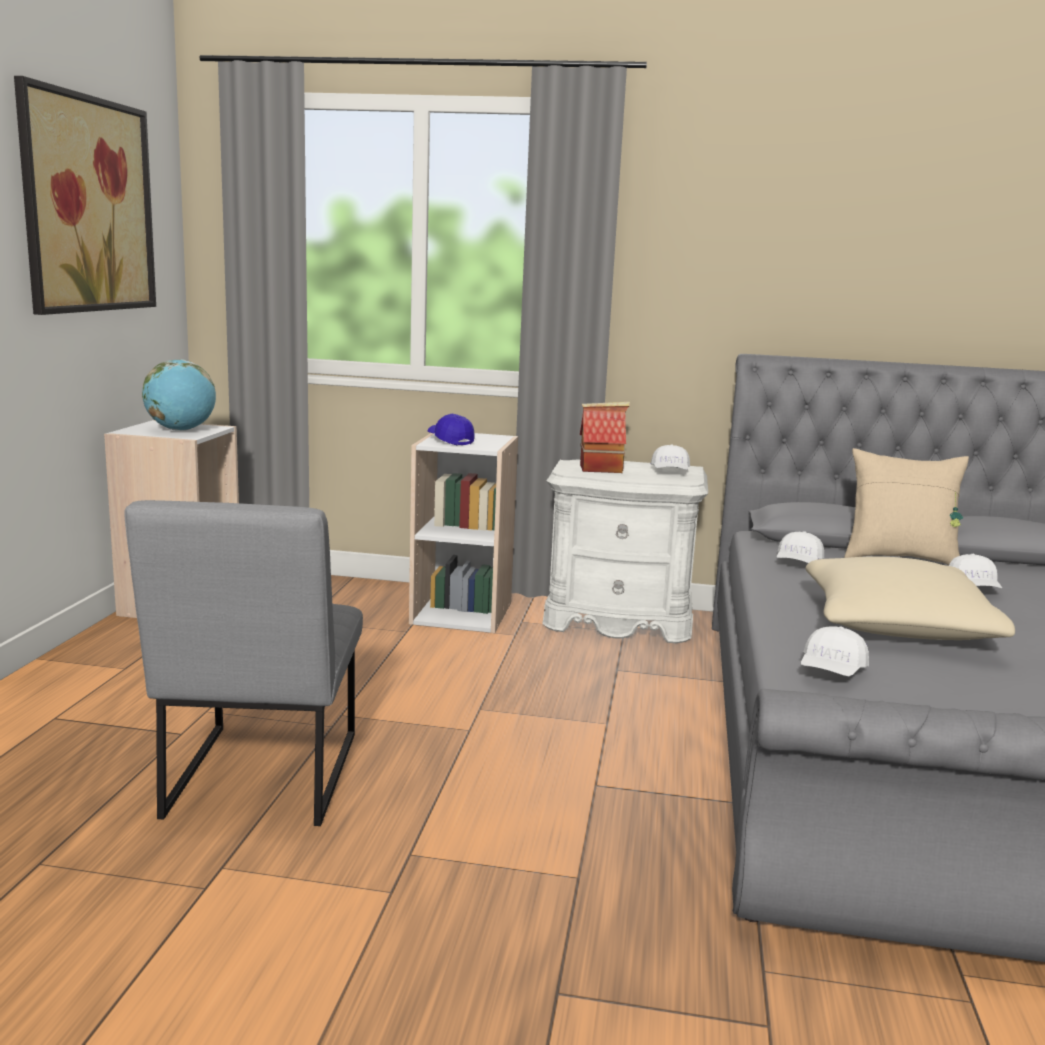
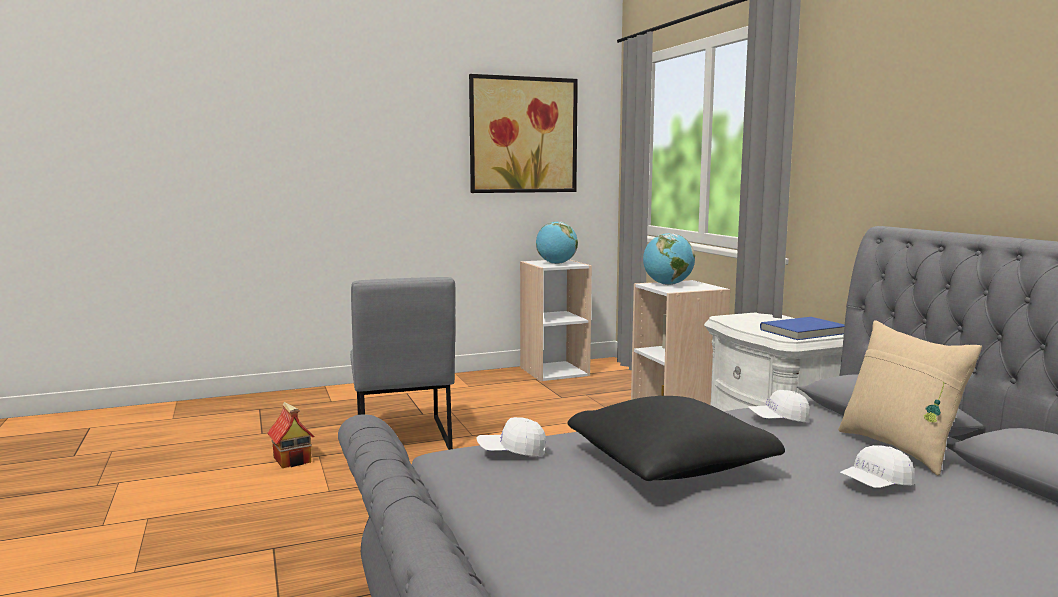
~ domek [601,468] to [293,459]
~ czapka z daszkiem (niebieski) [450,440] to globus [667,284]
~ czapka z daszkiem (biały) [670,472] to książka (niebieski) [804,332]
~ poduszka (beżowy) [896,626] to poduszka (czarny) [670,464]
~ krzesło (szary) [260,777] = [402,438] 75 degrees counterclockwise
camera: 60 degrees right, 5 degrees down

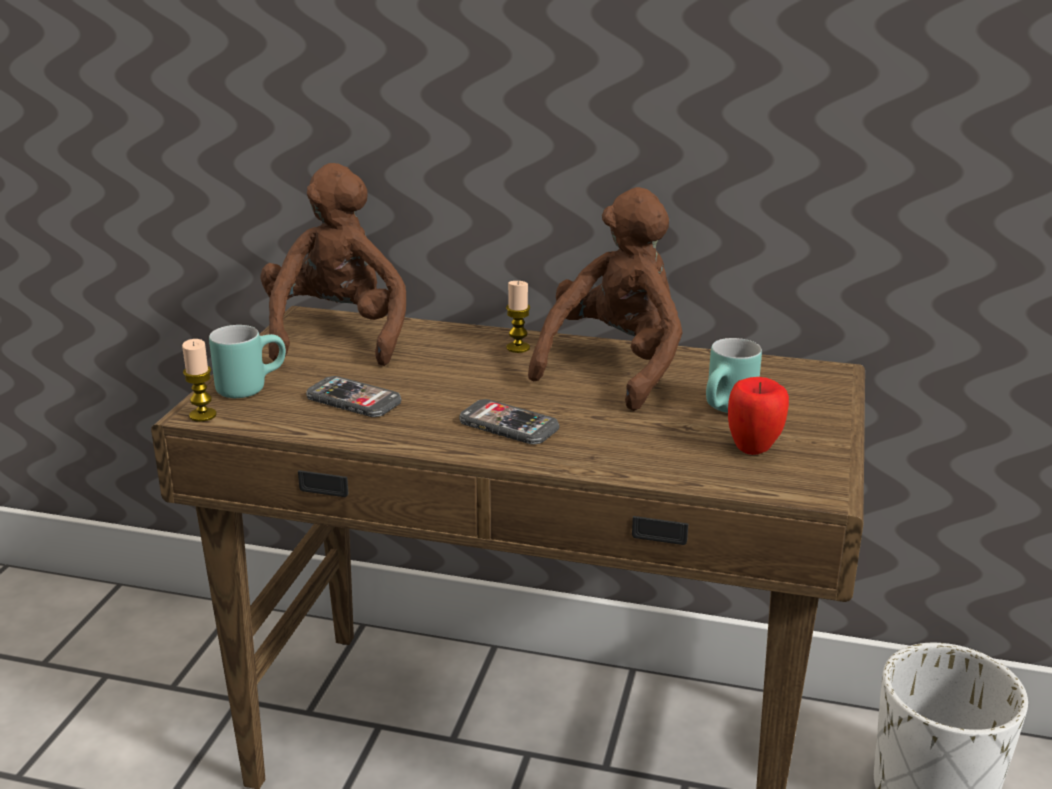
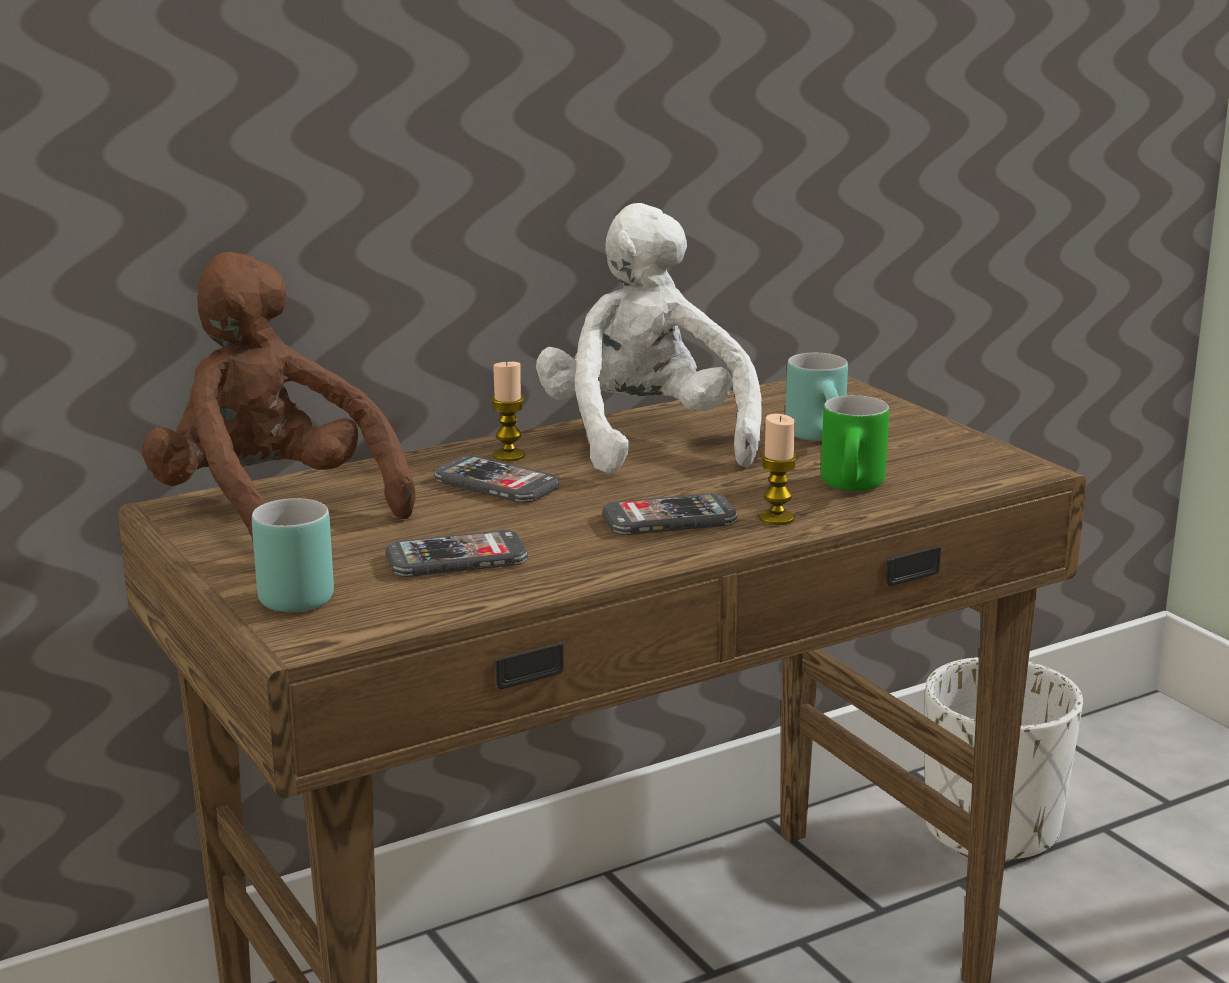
- jabłko [754,448]
+ telefon [496,484]
+ kubek (zielony) [856,488]
~ świeca [203,415] to [776,518]
~ pluszak (brązowy) [615,367] to pluszak (biały) [645,440]
camera: 45 degrees left, 5 degrees down

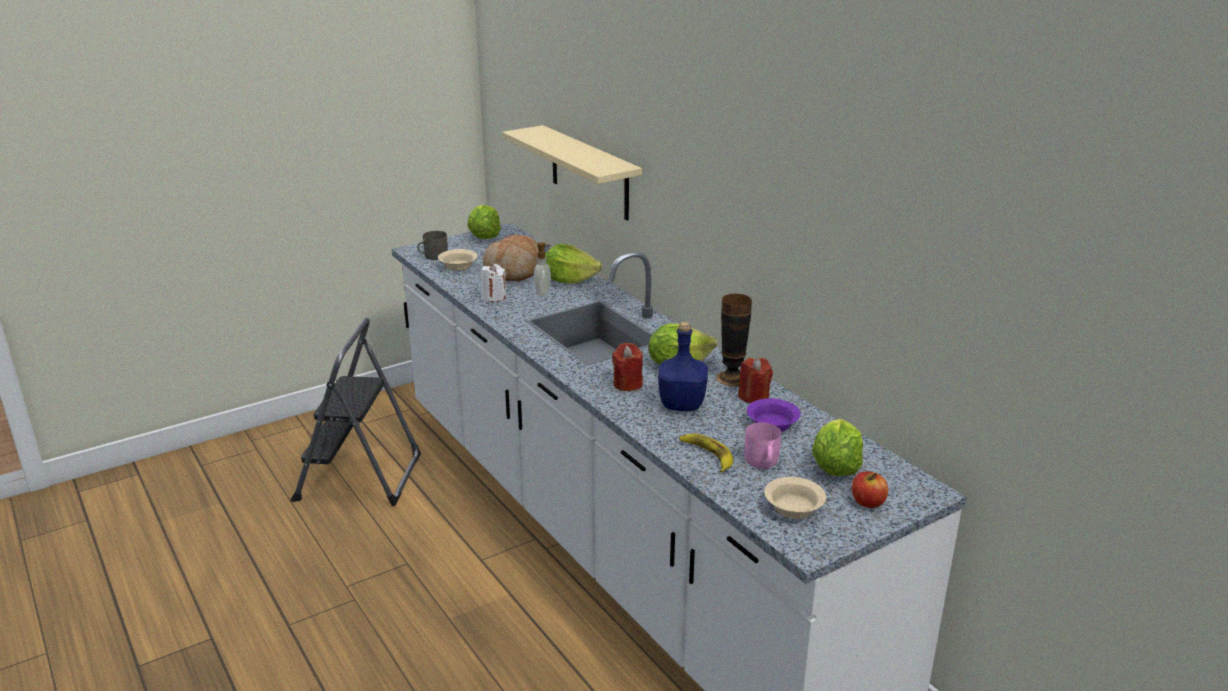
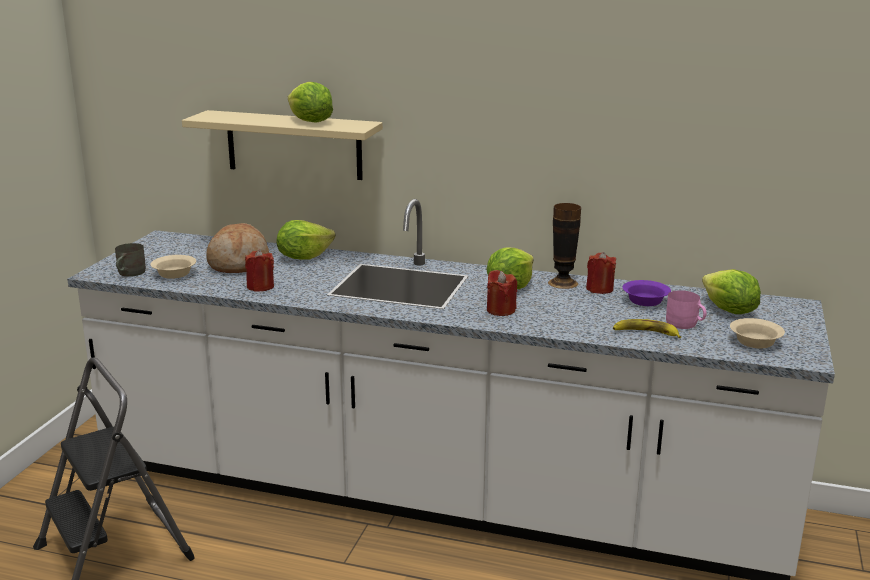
- dozownik mydła [543,293]
- butelka (niebieski) [680,405]
- jabłko [867,502]
~ sałata [485,237] to [310,122]
~ świeca (biały) [493,297] to świeca (czerwony) [260,287]
camera: 40 degrees left, 5 degrees down

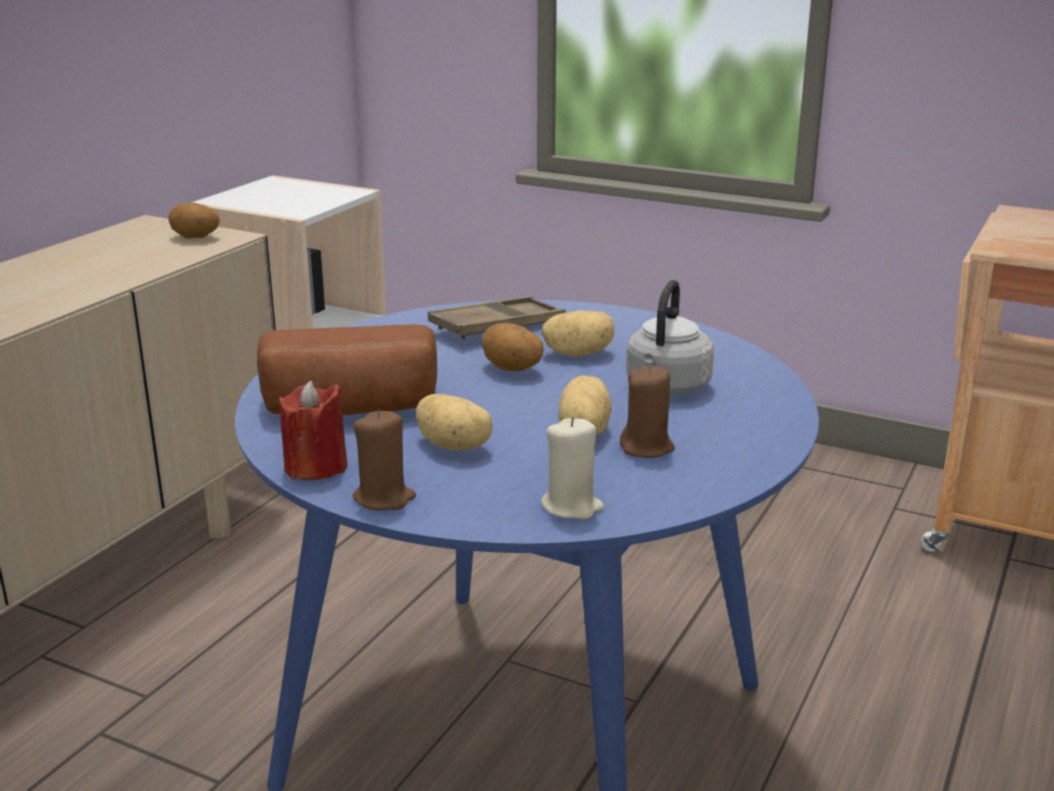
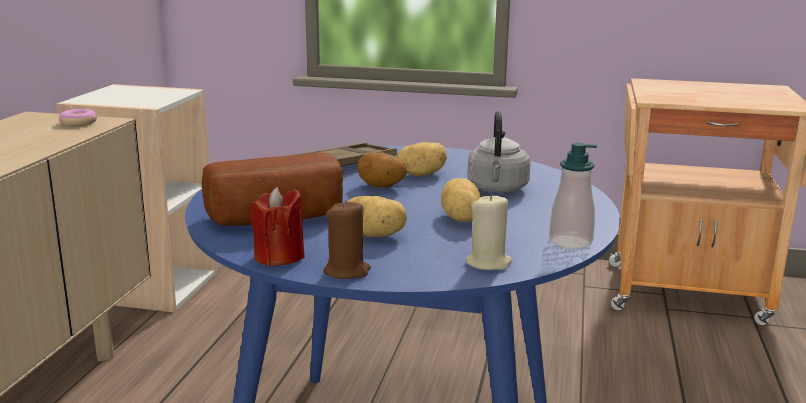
- świeca (brązowy) [647,447]
+ dozownik mydła [570,242]
~ ziemniak [195,238] to donut [78,123]
camera: 15 degrees left, 5 degrees down

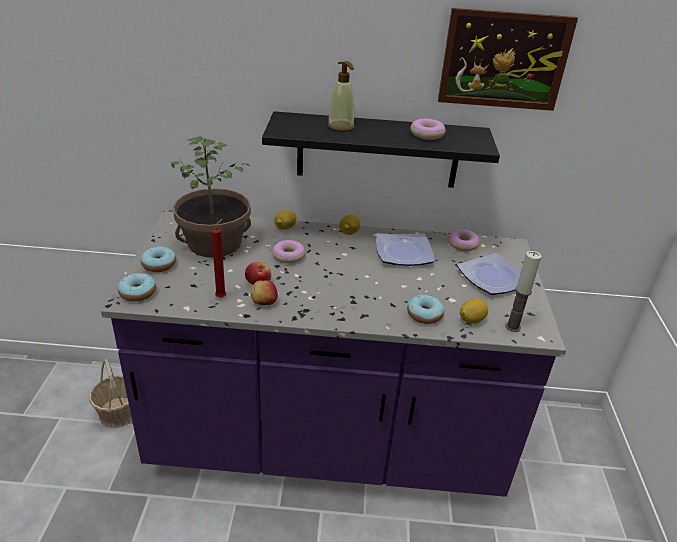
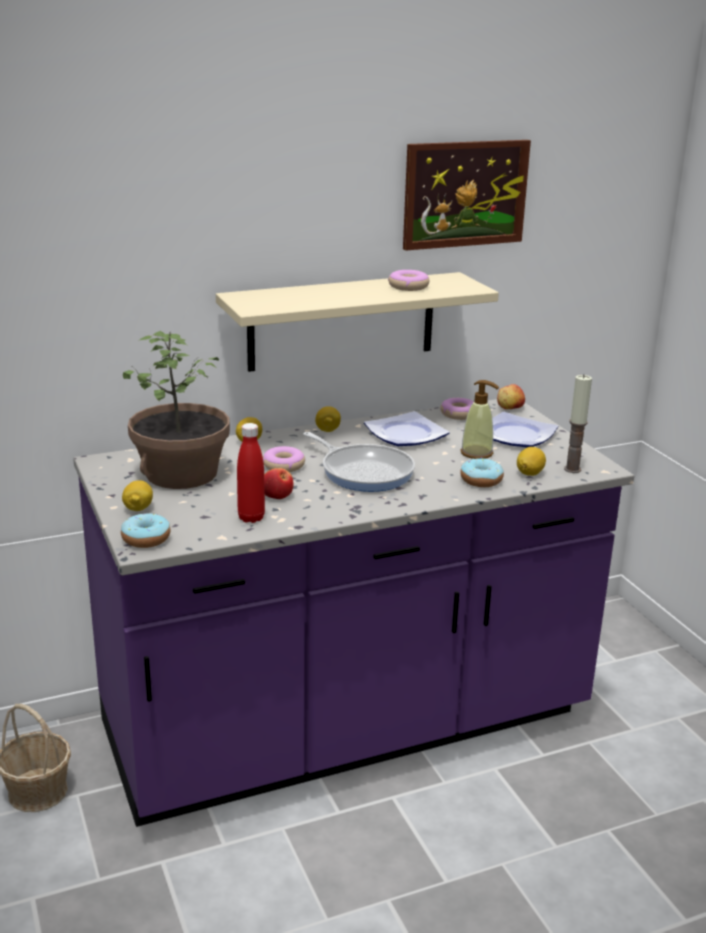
+ patelnia [364,472]
~ jabłko [264,302] to [510,408]
~ dozownik mydła [341,127] to [477,453]
~ donut [159,265] to cytryna [138,508]
~ świeca (czerwony) [222,296] to butelka (czerwony) [251,518]
~ półka (czarny) [378,150] to półka (beżowy) [342,321]
camera: 25 degrees left, 10 degrees down

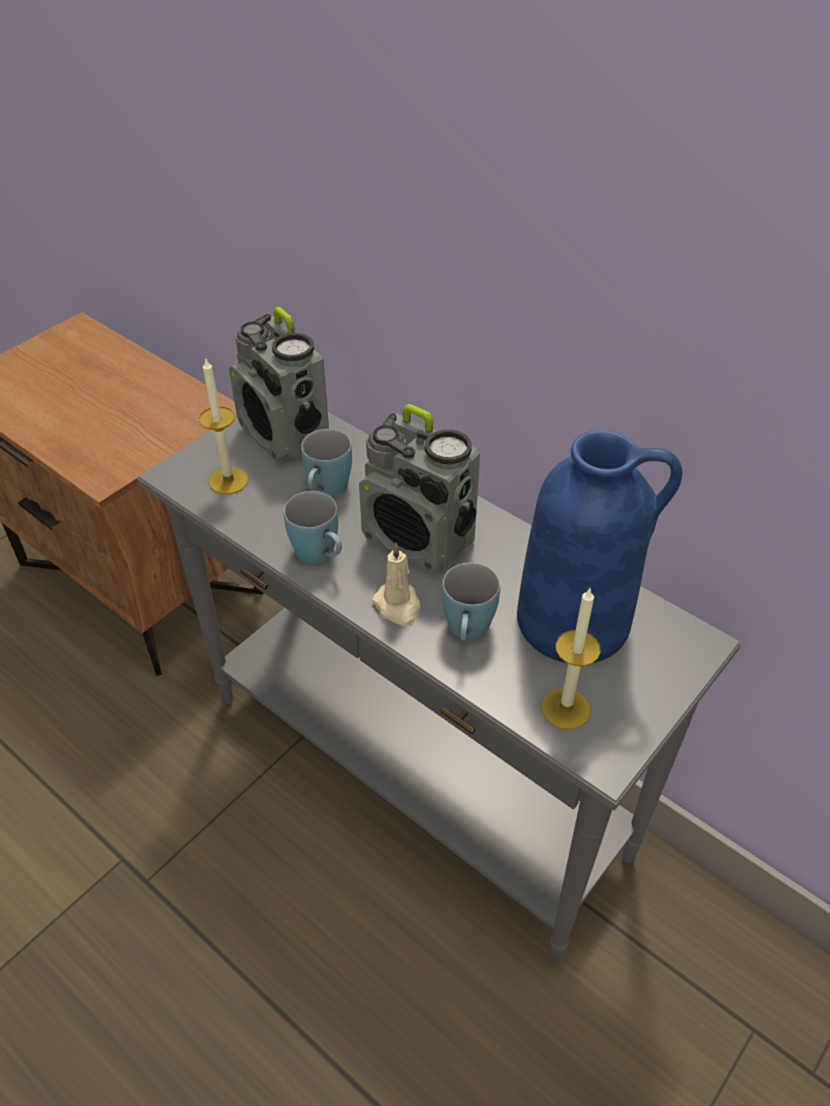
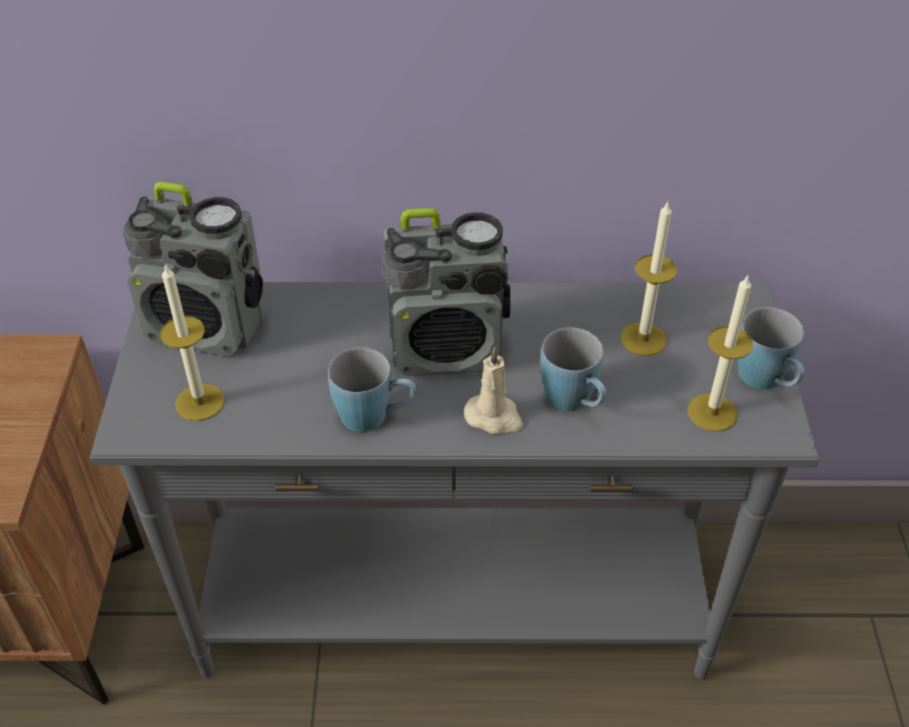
~ kubek (niebieski) [326,491] to [767,381]
~ wazon (niebieski) [575,620] to świeca [643,339]
camera: 40 degrees left, 0 degrees up

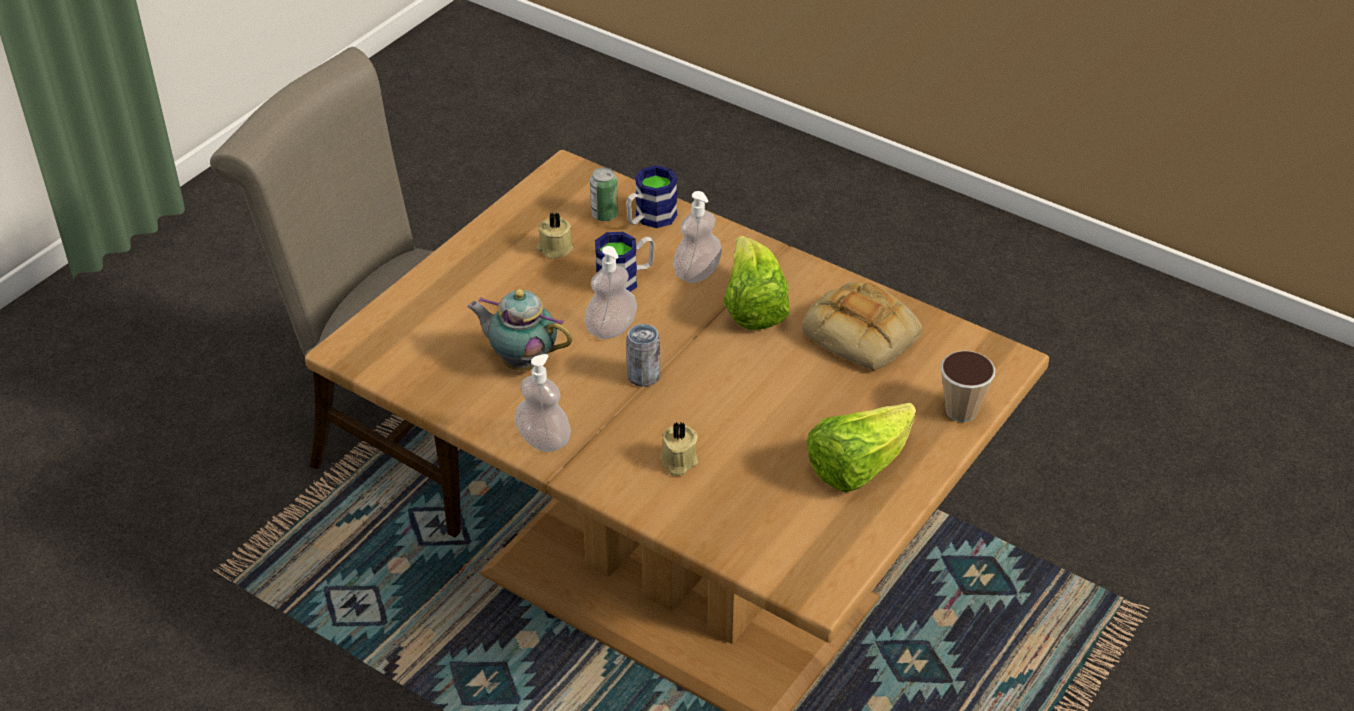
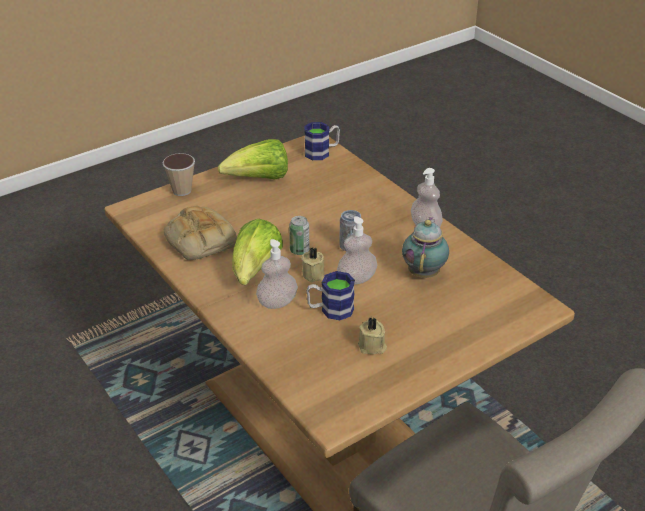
~ puszka [604,215] to [299,250]
~ kubek [649,219] to [322,152]
~ świeca (beżowy) [678,462] to [314,274]
~ imbryk [521,361] = [424,272] 120 degrees counterclockwise
camera: 160 degrees left, 5 degrees down

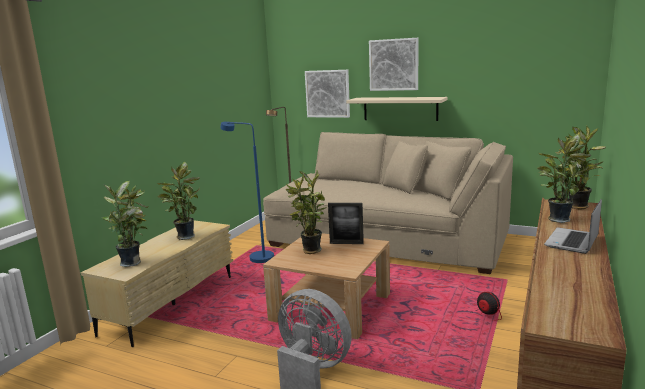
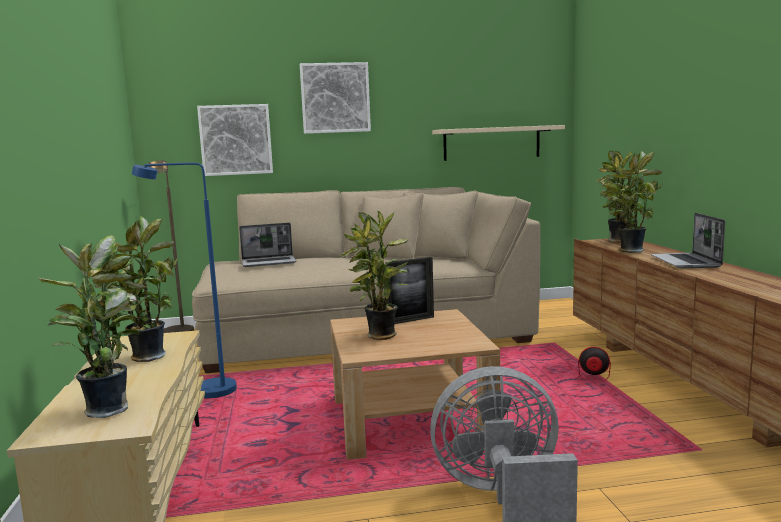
+ laptop [269,262]
~ półka (beżowy) [400,108] to [491,143]
camera: 35 degrees left, 5 degrees down

